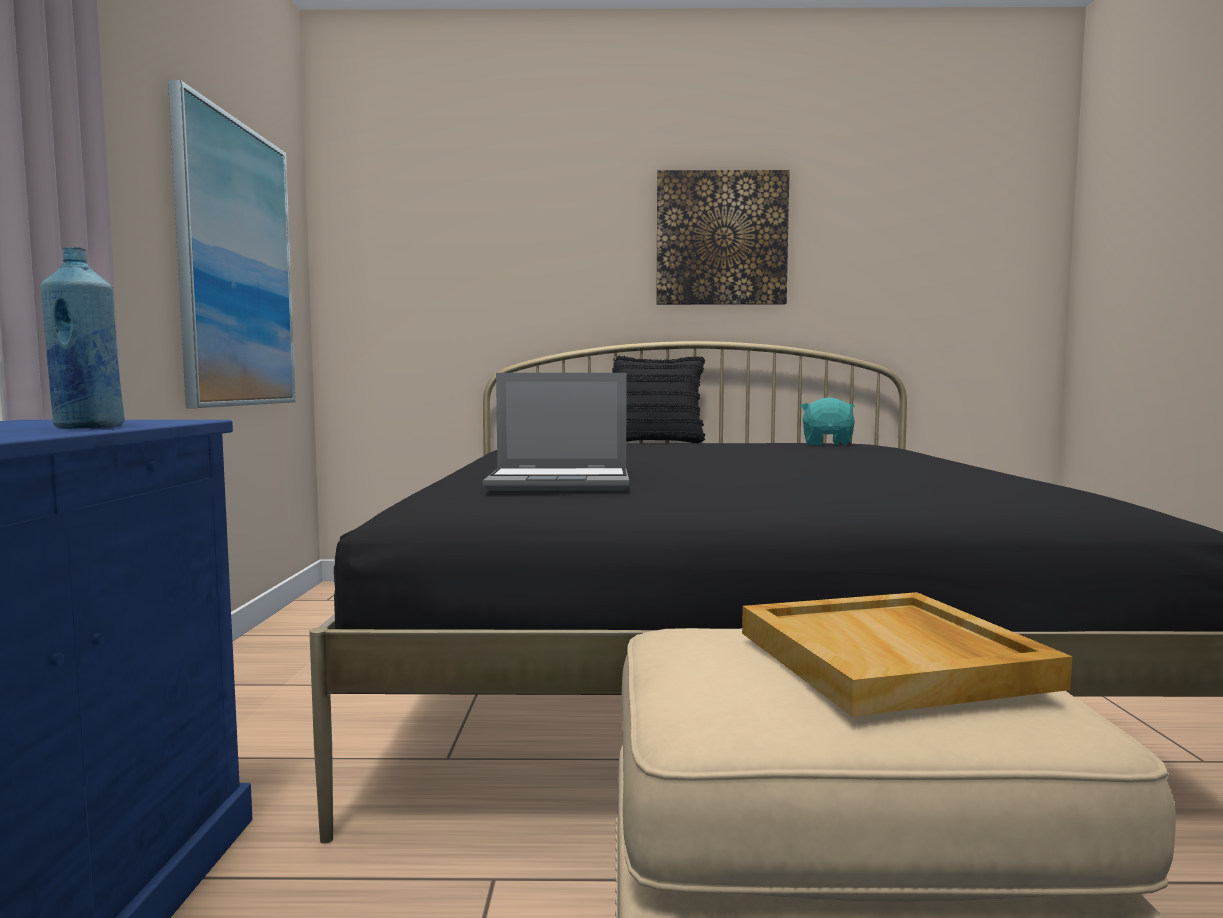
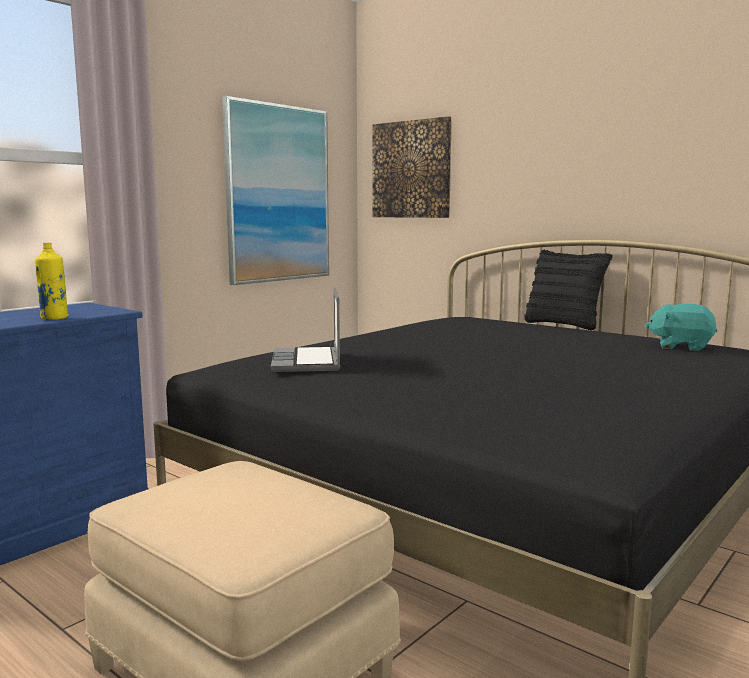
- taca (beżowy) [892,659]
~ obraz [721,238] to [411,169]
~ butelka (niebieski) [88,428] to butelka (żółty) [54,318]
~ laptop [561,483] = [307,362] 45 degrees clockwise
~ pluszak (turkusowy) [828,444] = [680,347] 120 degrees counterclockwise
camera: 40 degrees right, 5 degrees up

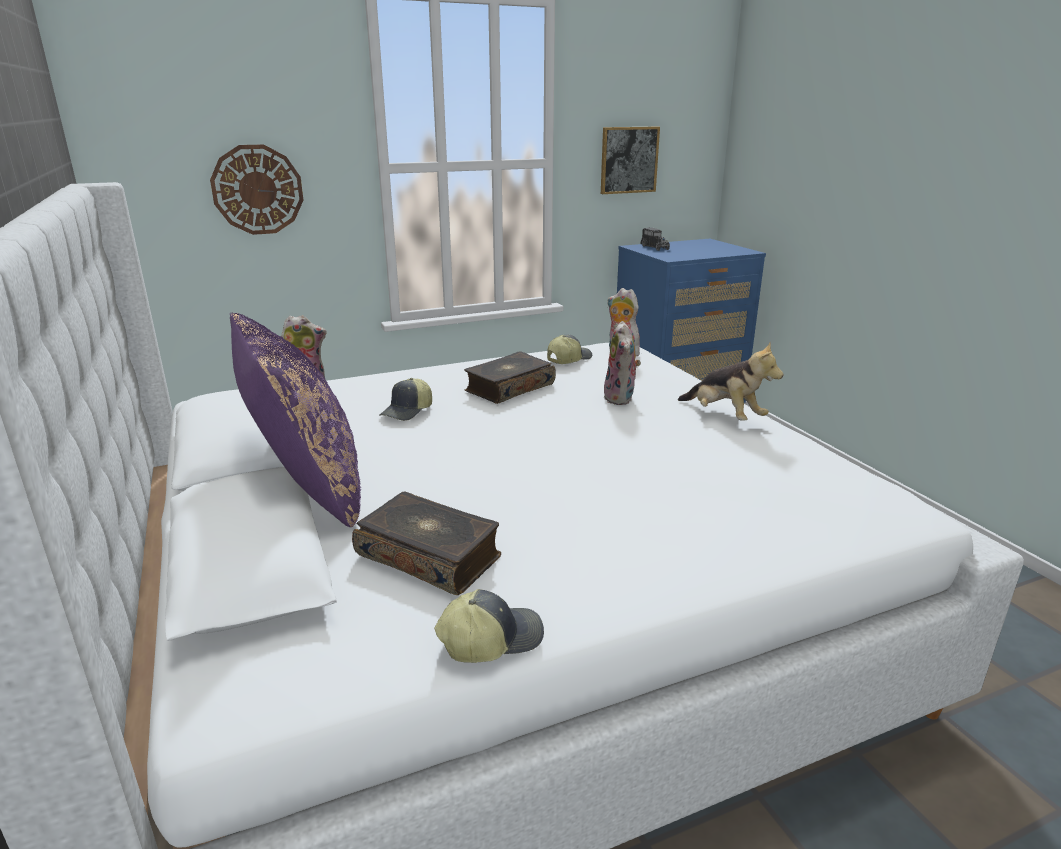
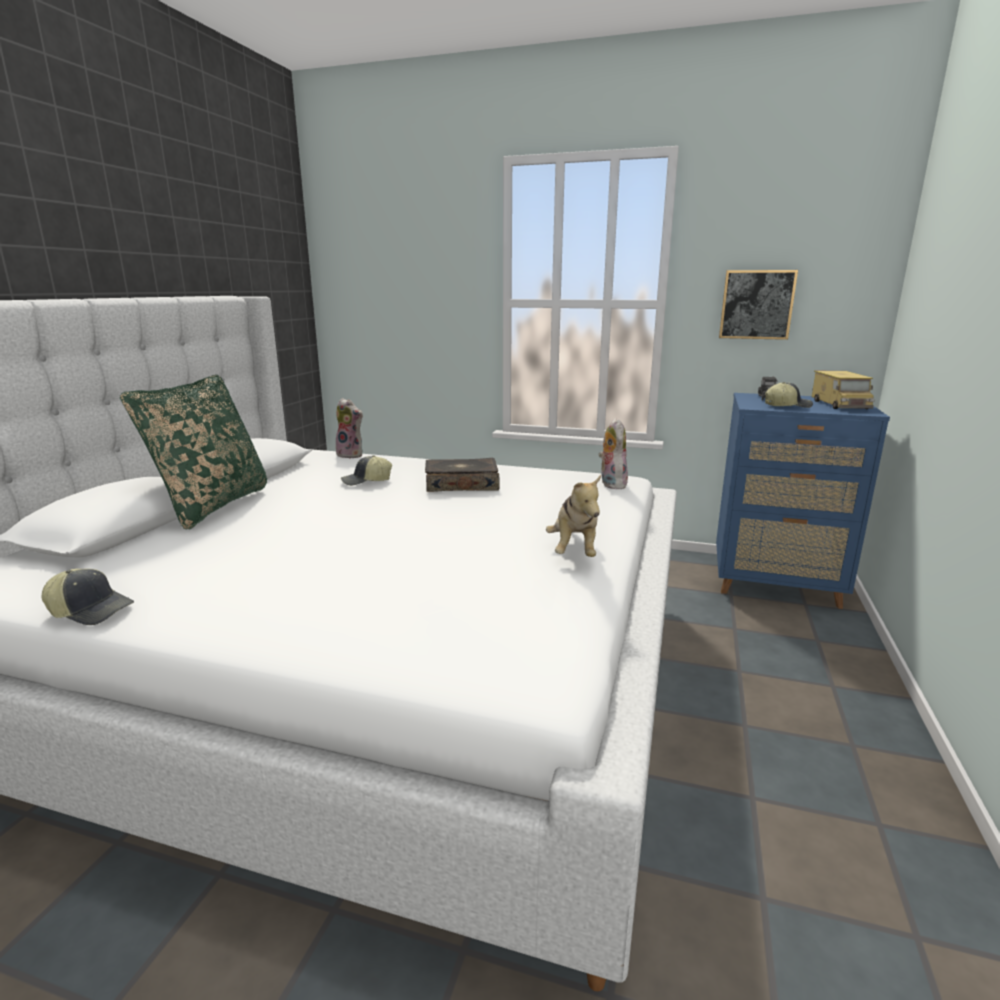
- zegar ścienny [257,190]
- książka [430,555]
- pluszak [621,398]
+ ciężarówka zabawkowa [839,404]
~ czapka z daszkiem [568,359] to [787,406]
~ poduszka (fioletowy) [307,493] to poduszka (zielony) [215,507]
camera: 40 degrees right, 5 degrees down

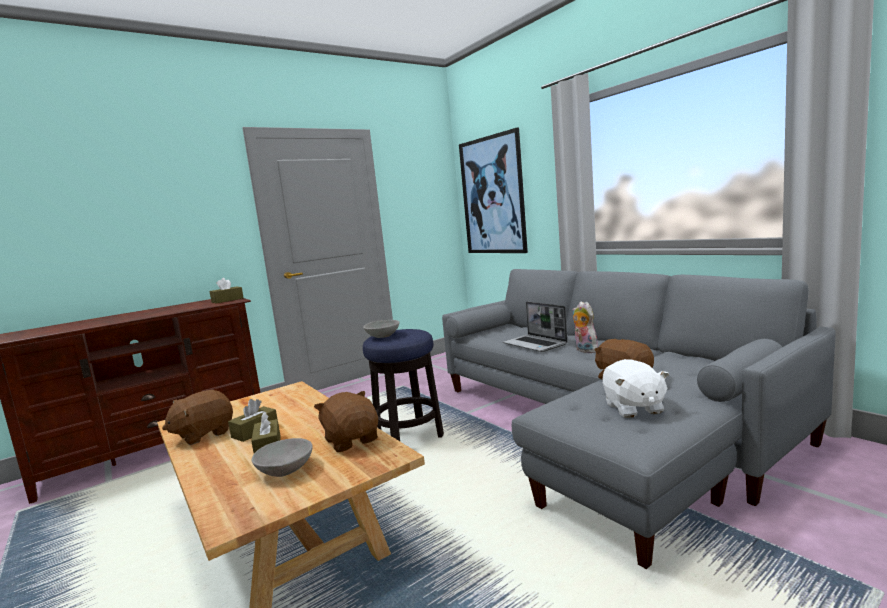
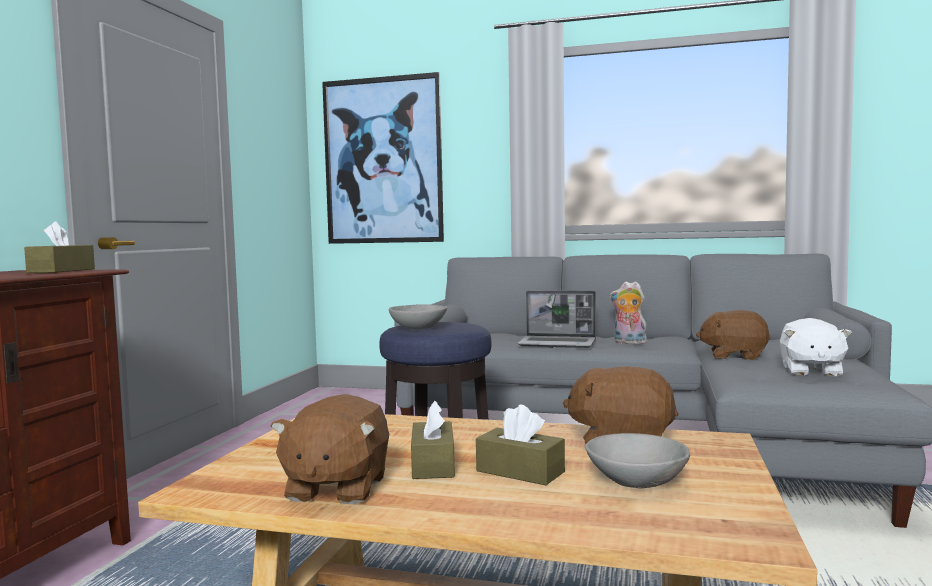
~ pluszak (biały) [633,408] = [810,371] 60 degrees clockwise
camera: 40 degrees left, 5 degrees down

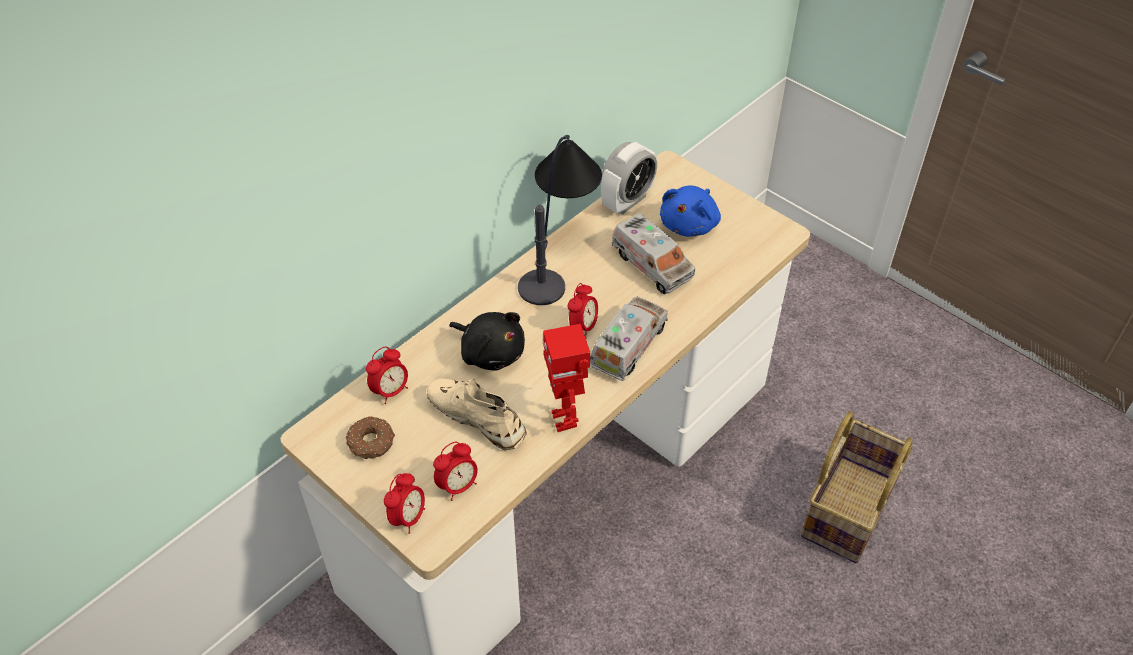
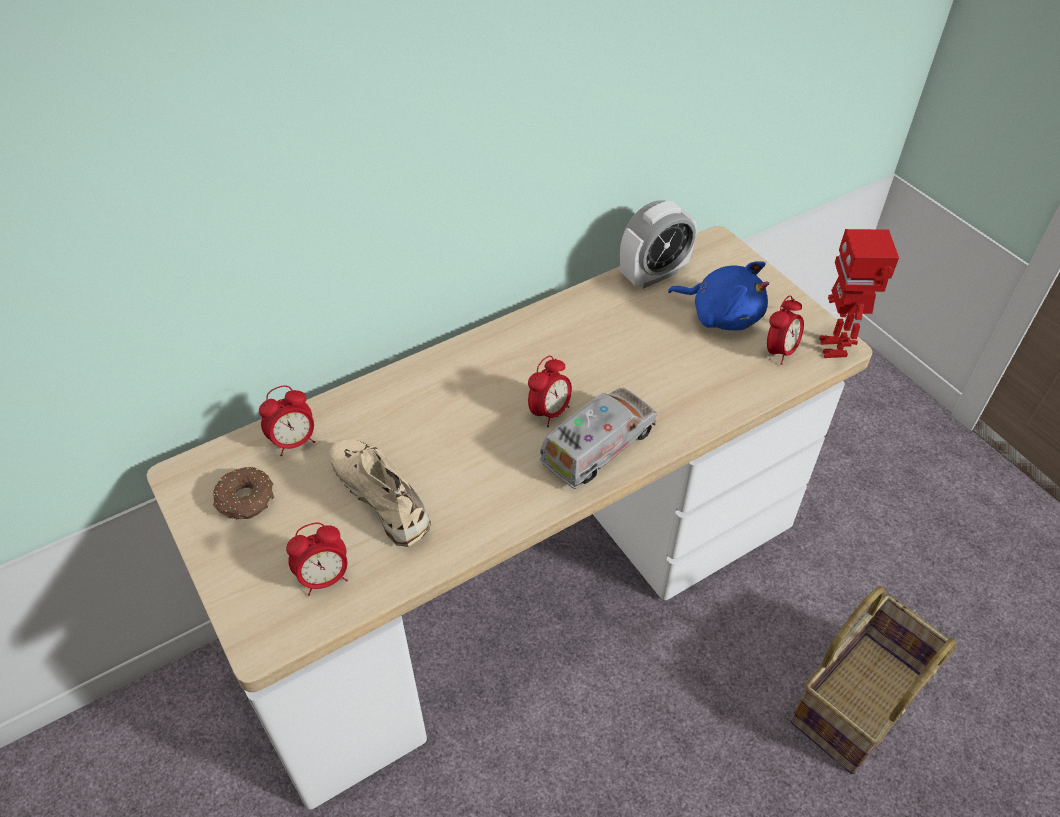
- pluszak (czarny) [490,352]
- lampa stołowa [558,254]
- ciężarówka zabawkowa [652,265]
~ budzik [408,518] to [779,351]
~ robot zabawkowy [565,419] to [834,348]
~ pluszak (niebieski) [690,224] = [722,315] 105 degrees counterclockwise
camera: 15 degrees right, 0 degrees up

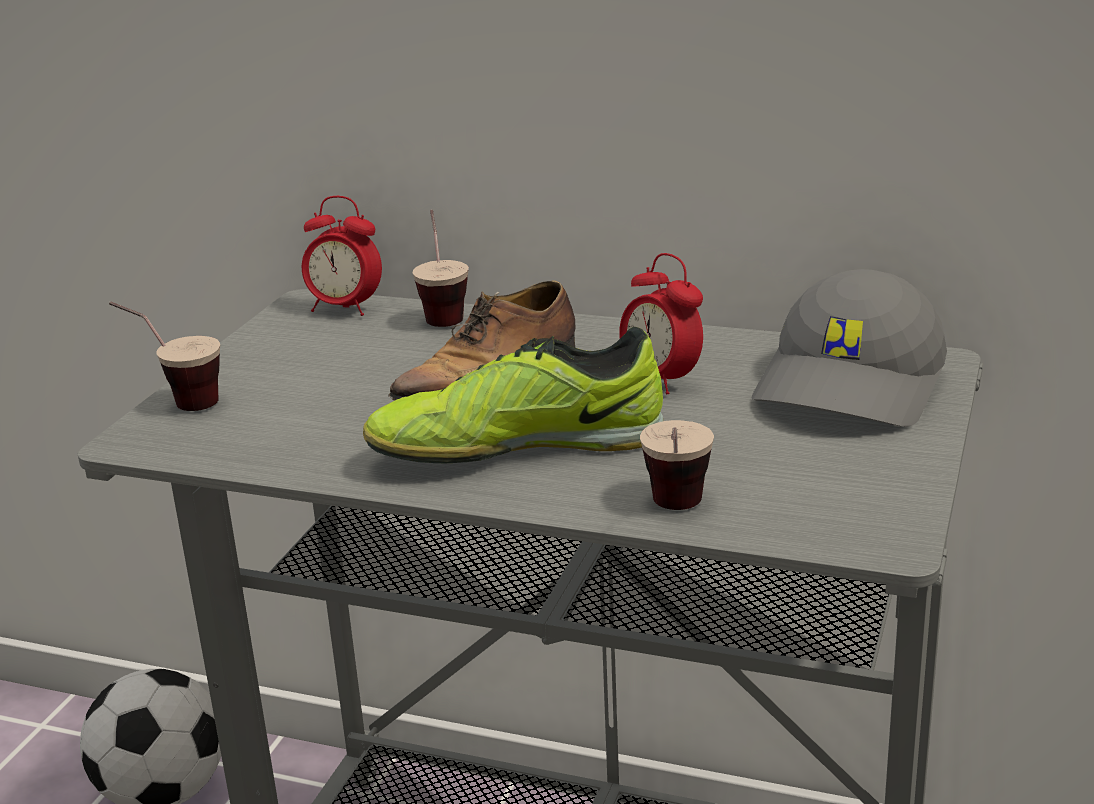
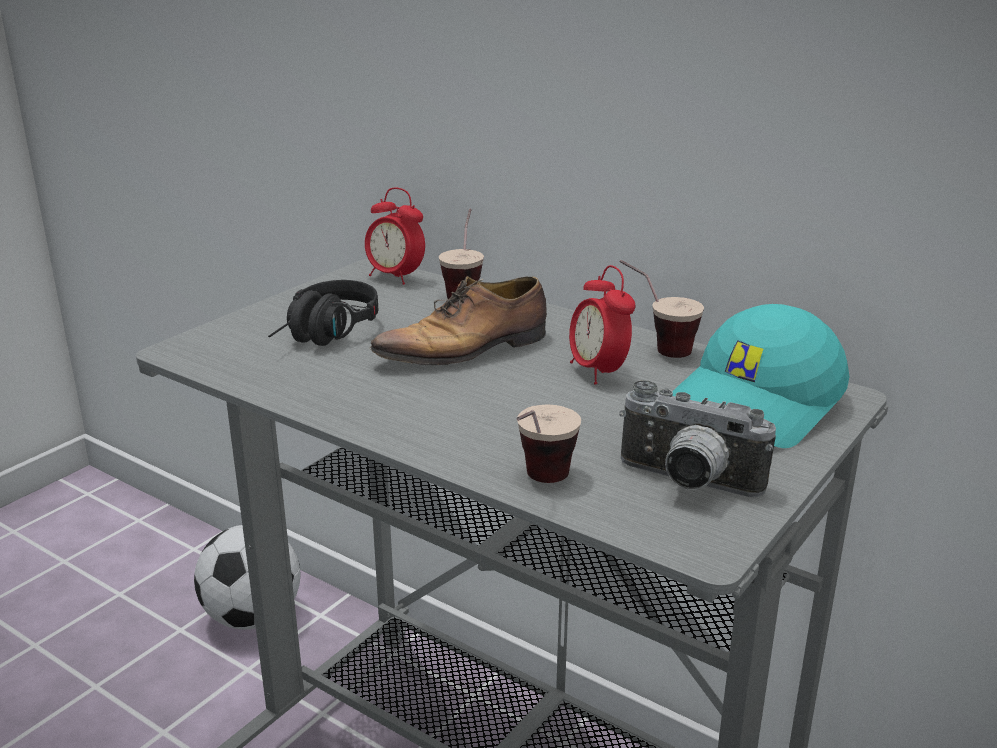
- but [517,446]
+ słuchawki (czarny) [325,335]
+ aparat fotograficzny [686,484]
~ filiżanka [175,401] to [655,347]
~ czapka z daszkiem (szary) [853,386] to czapka z daszkiem (turkusowy) [756,405]
camera: 15 degrees right, 0 degrees up

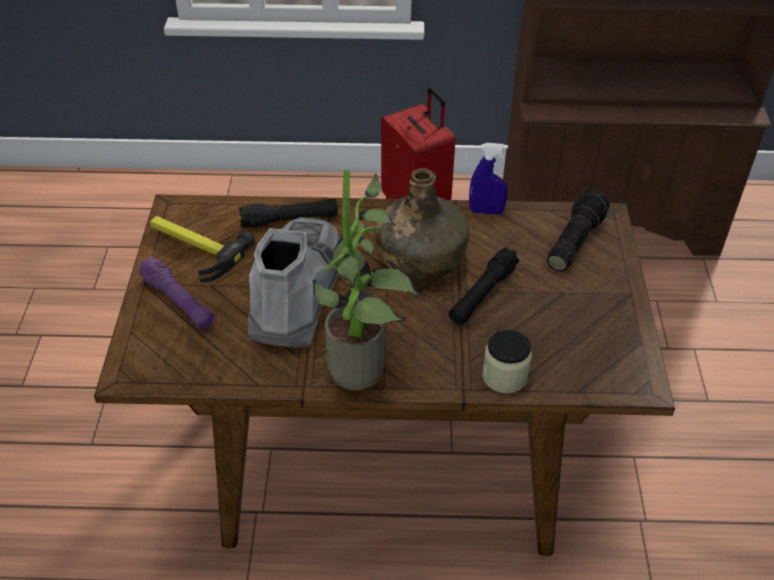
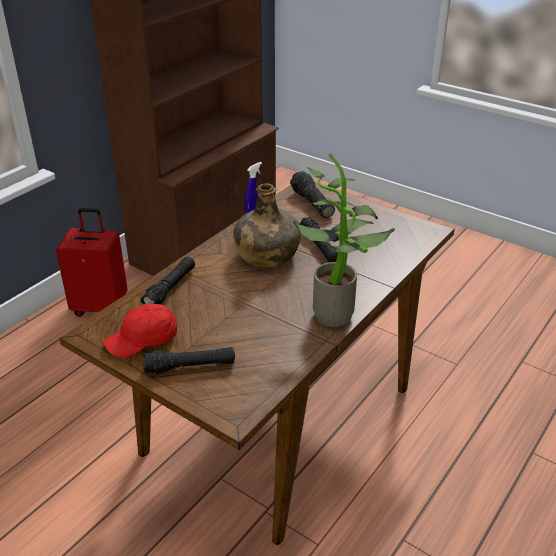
- but z cholewką (szary) [296,292]
- słoik [504,376]
~ młotek [193,248] to czapka z daszkiem (czerwony) [143,340]
~ latarka (fioletowy) [178,301] to latarka (czarny) [190,366]
camera: 55 degrees left, 10 degrees down

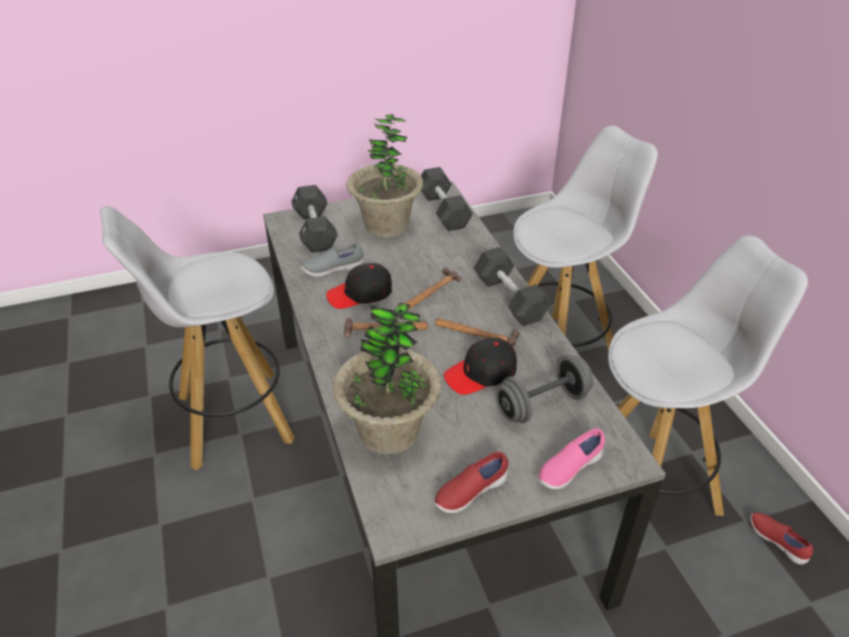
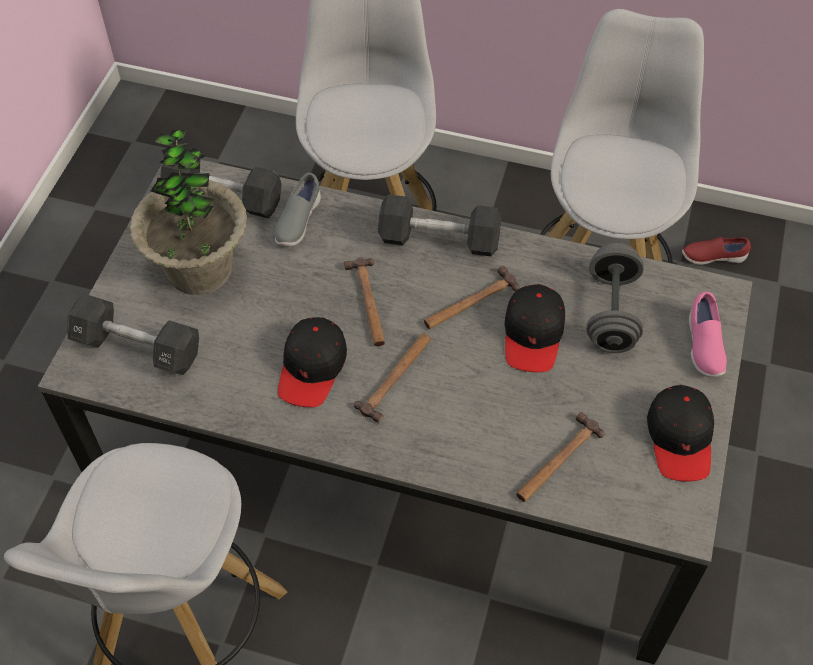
~ but (szary) [333,269] to [297,222]
~ roślina doniczkowa [389,431] to młotek [557,461]
~ but (czerwony) [470,492] to czapka z daszkiem (czarny) [680,438]
camera: 55 degrees left, 15 degrees up

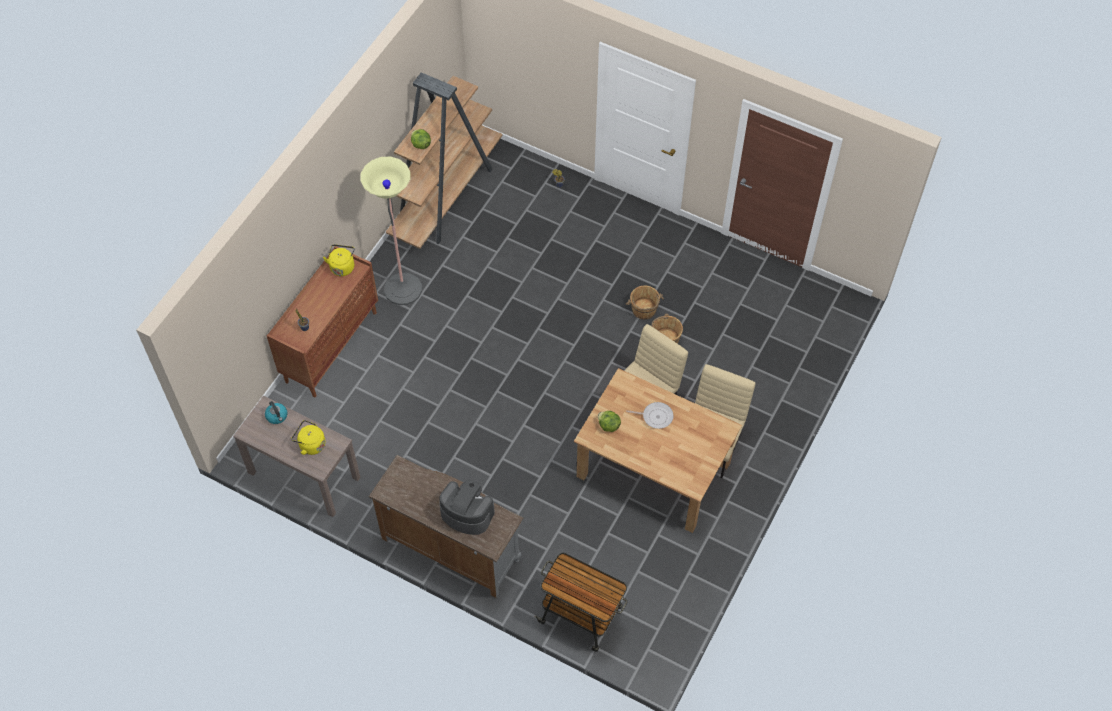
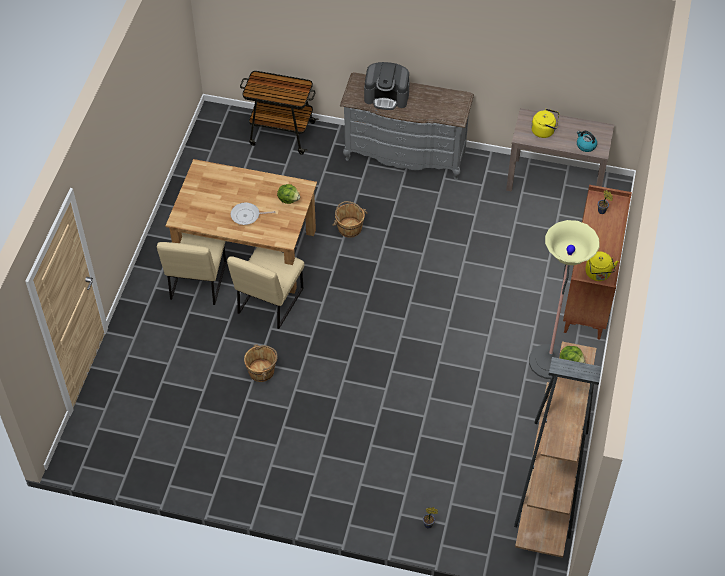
~ wiadro (brązowy) [644,310] to [349,228]
camera: 165 degrees right, 5 degrees down

